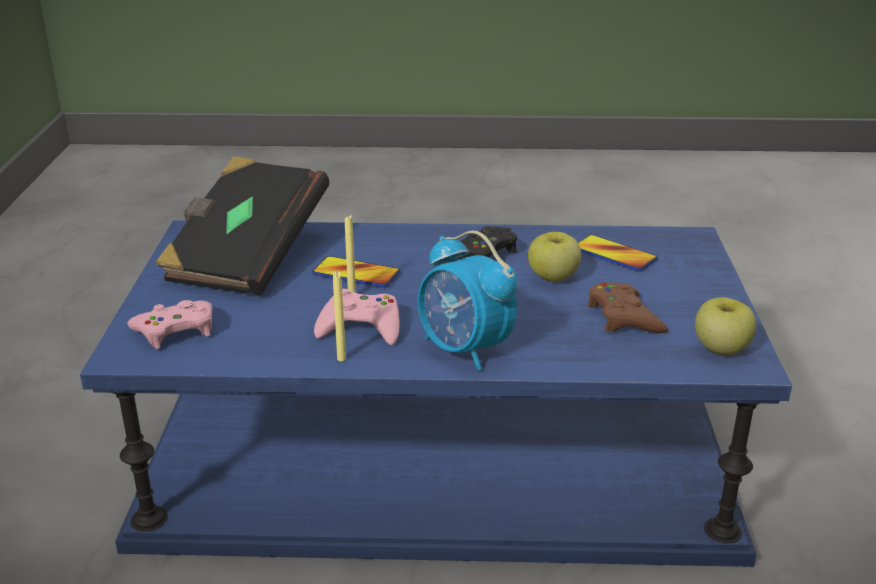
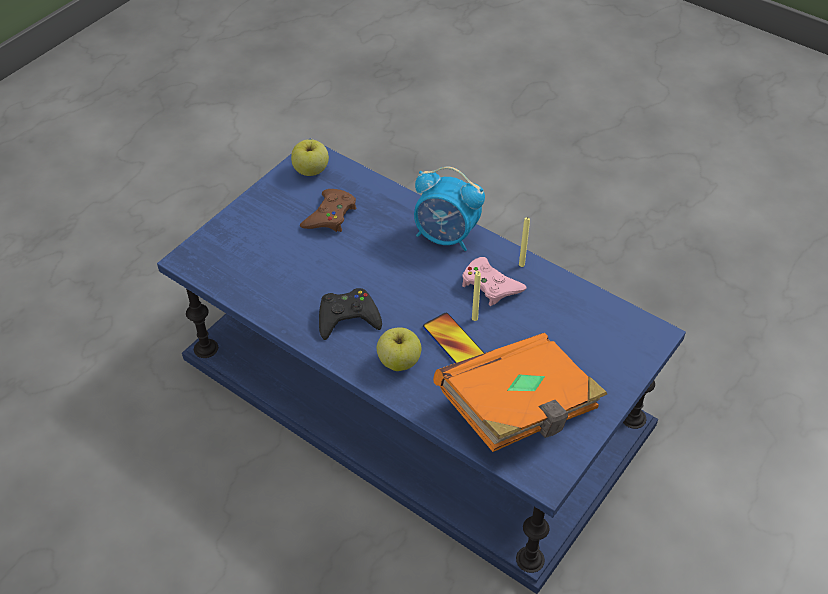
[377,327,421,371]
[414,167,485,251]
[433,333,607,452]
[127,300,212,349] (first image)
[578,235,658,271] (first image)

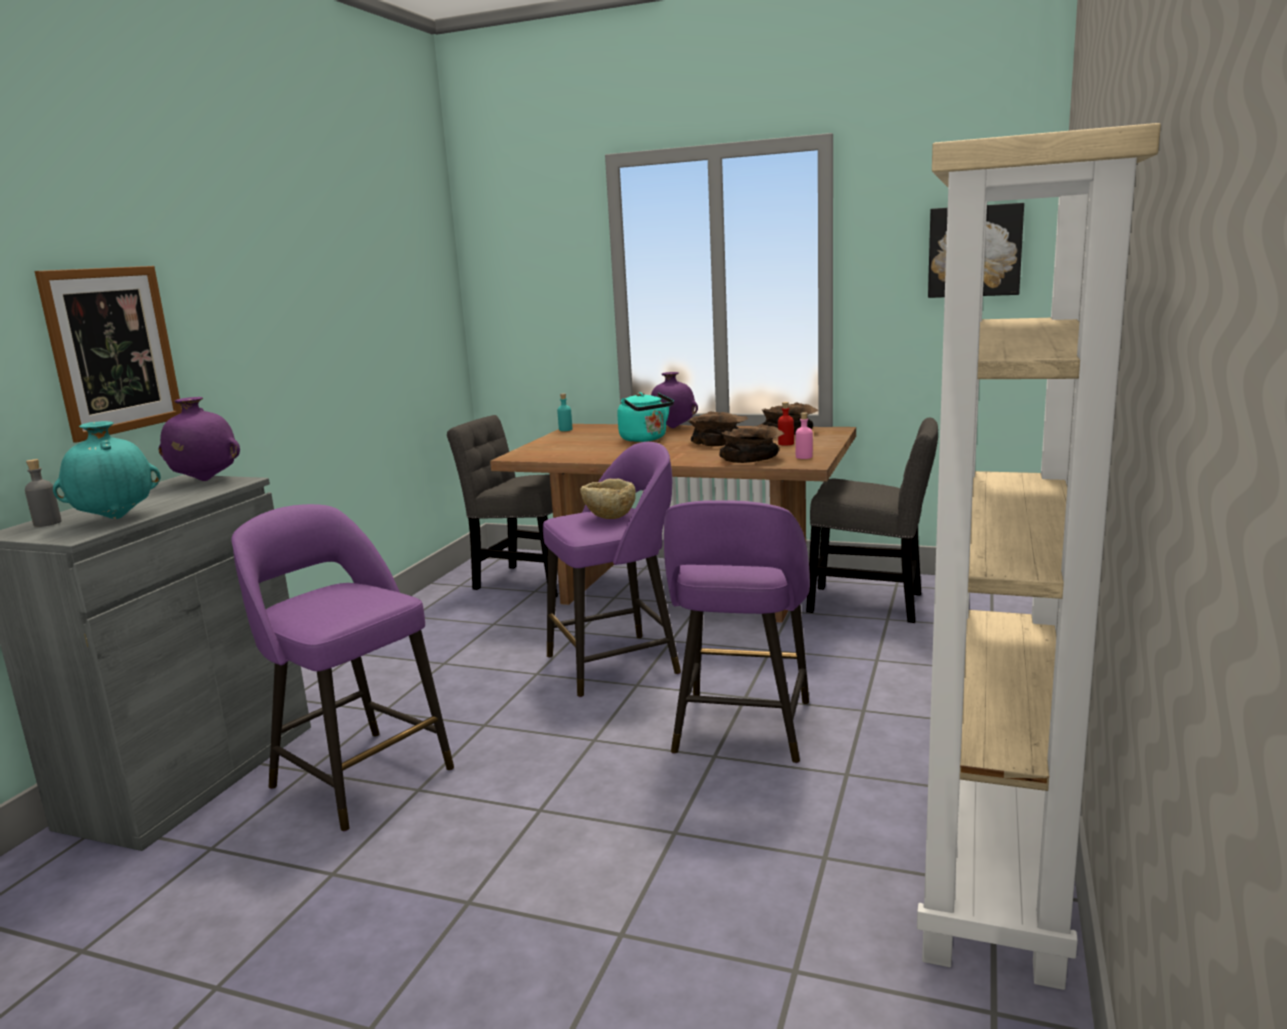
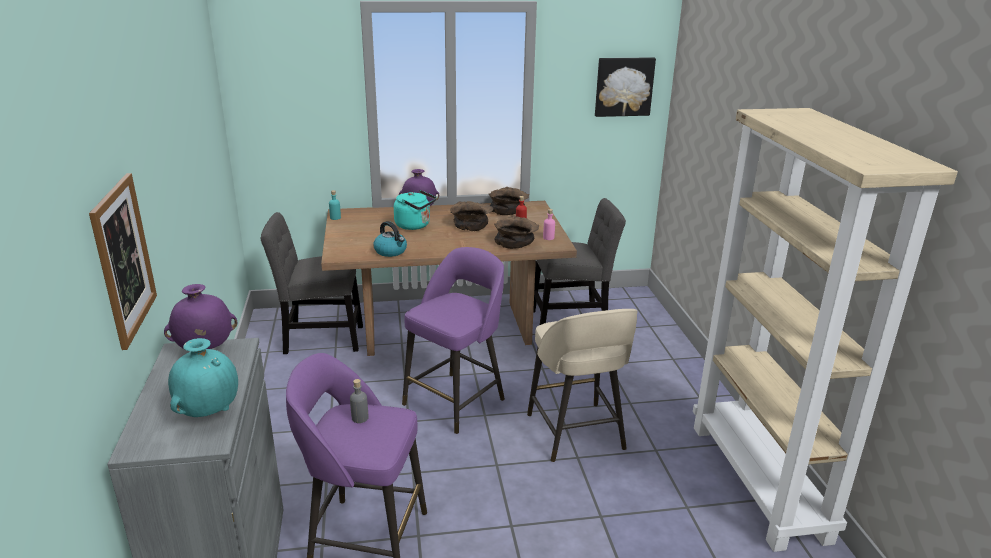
[350,379,369,423]
[374,221,407,257]
[527,309,638,462]
[580,479,636,519] (first image)

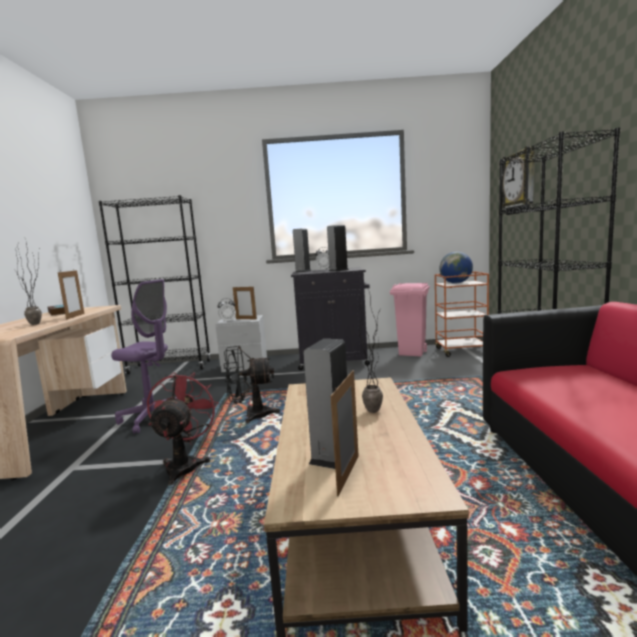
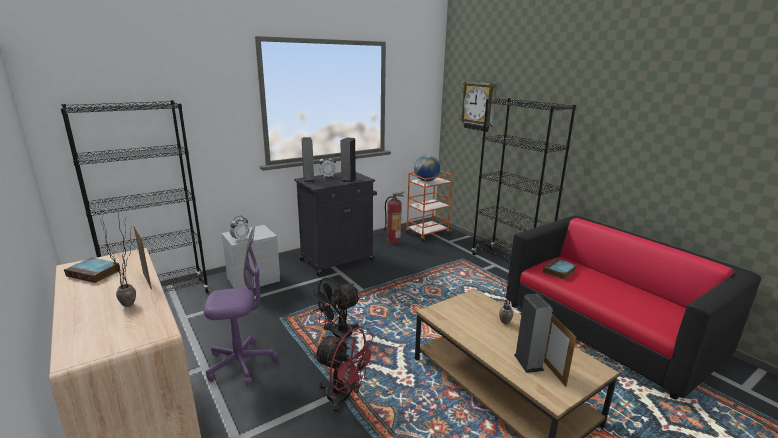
[314,328,376,413]
[384,191,405,244]
[543,258,576,280]
[233,287,257,319] (first image)

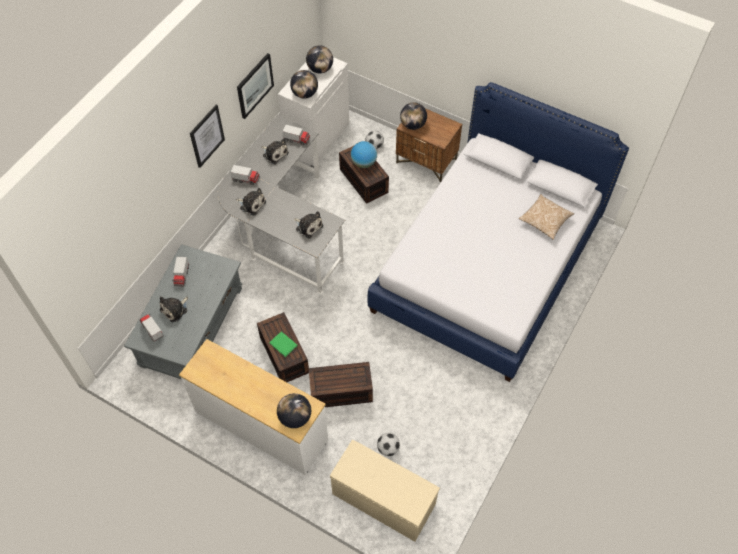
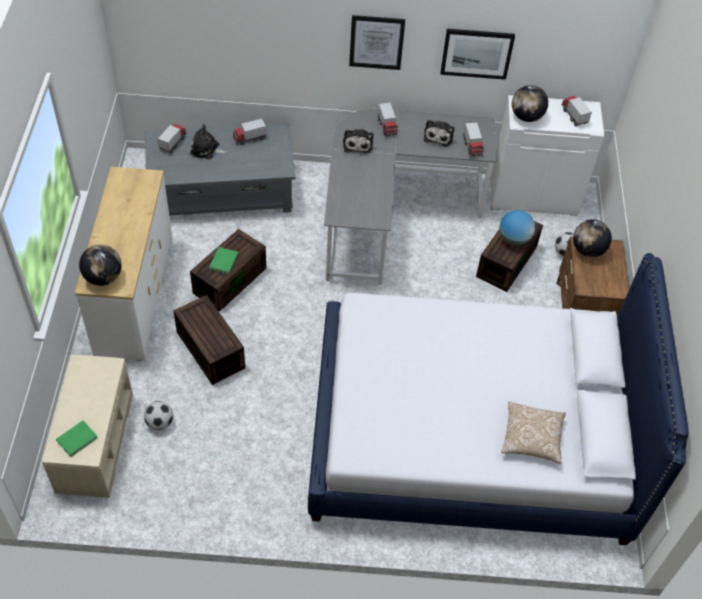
[56,420,98,457]
[561,96,592,126]
[294,211,323,239] (first image)

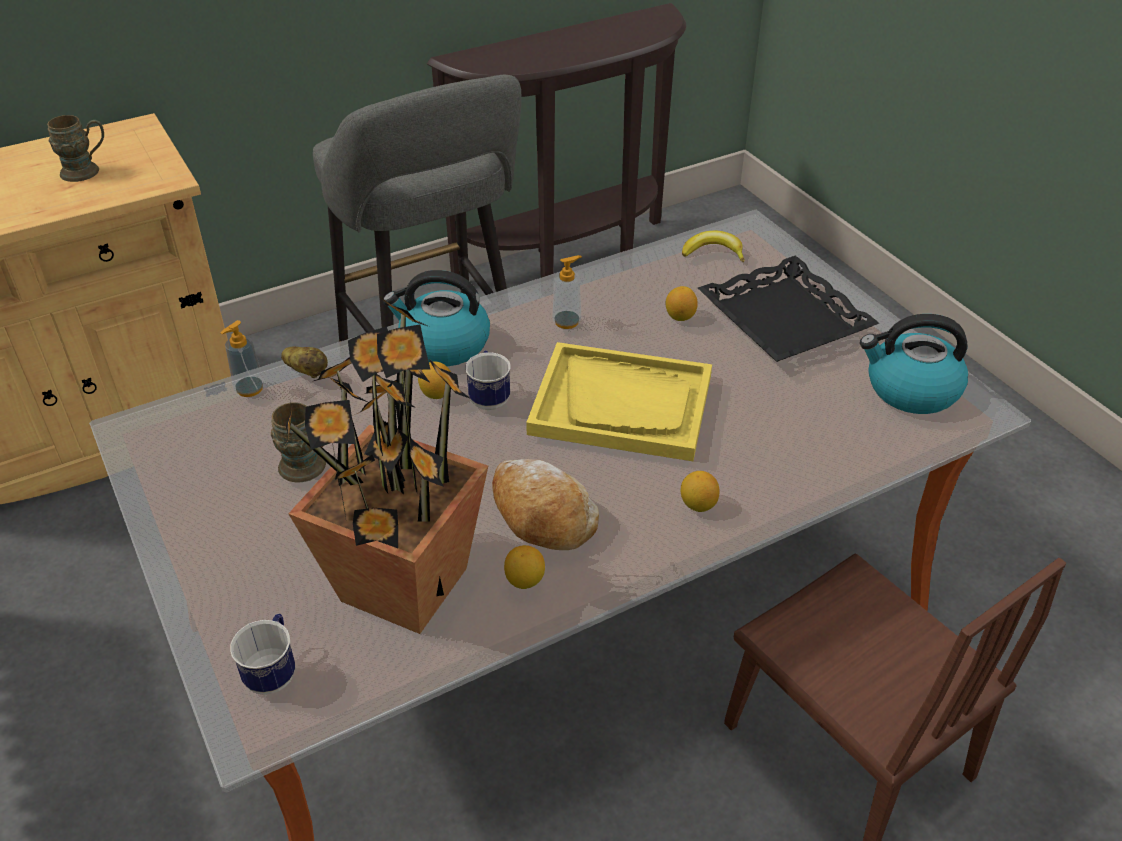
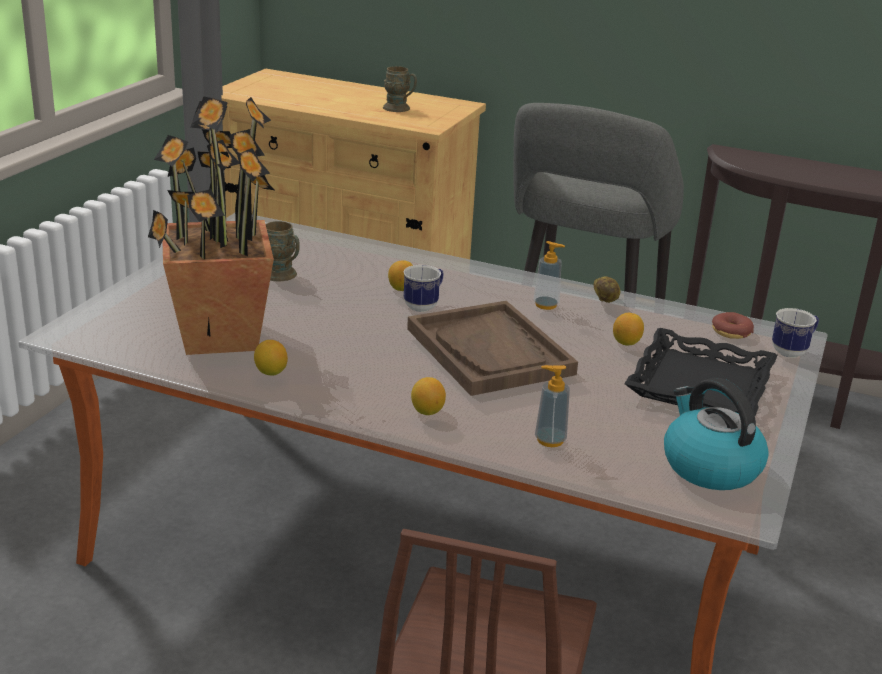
[407,301,578,396]
[535,365,570,447]
[593,276,620,303]
[712,312,754,339]
[772,308,819,358]
[383,270,490,366] (first image)
[492,459,599,550] (first image)

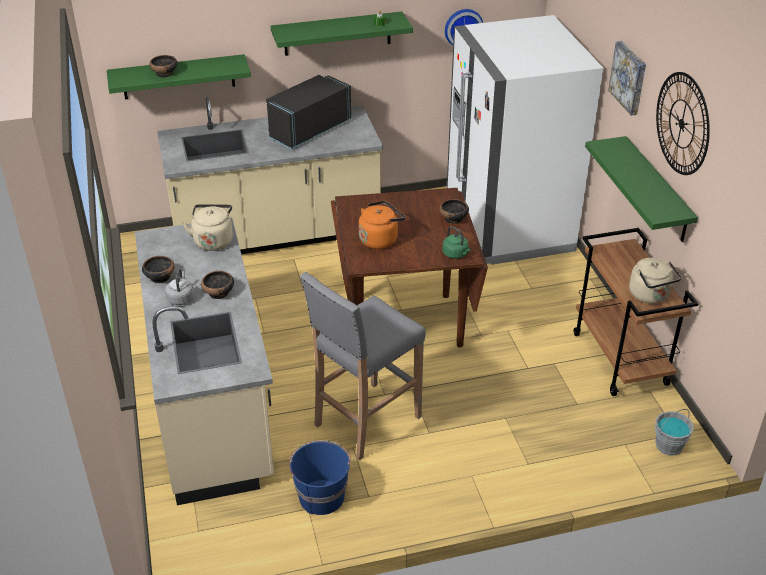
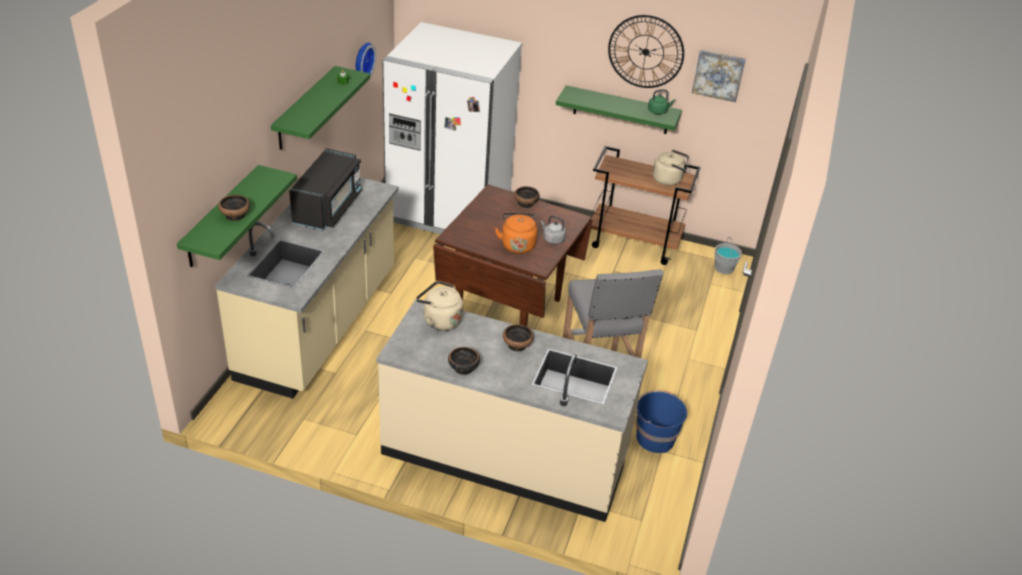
[289,148,362,230]
[541,215,566,244]
[648,89,675,115]
[692,50,746,102]

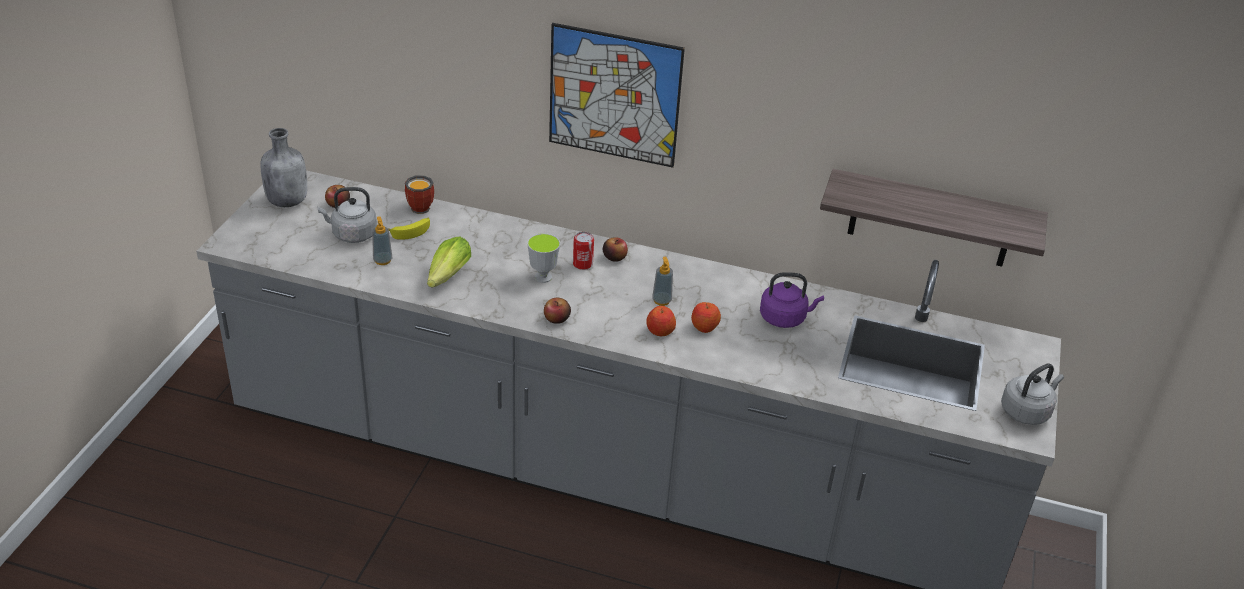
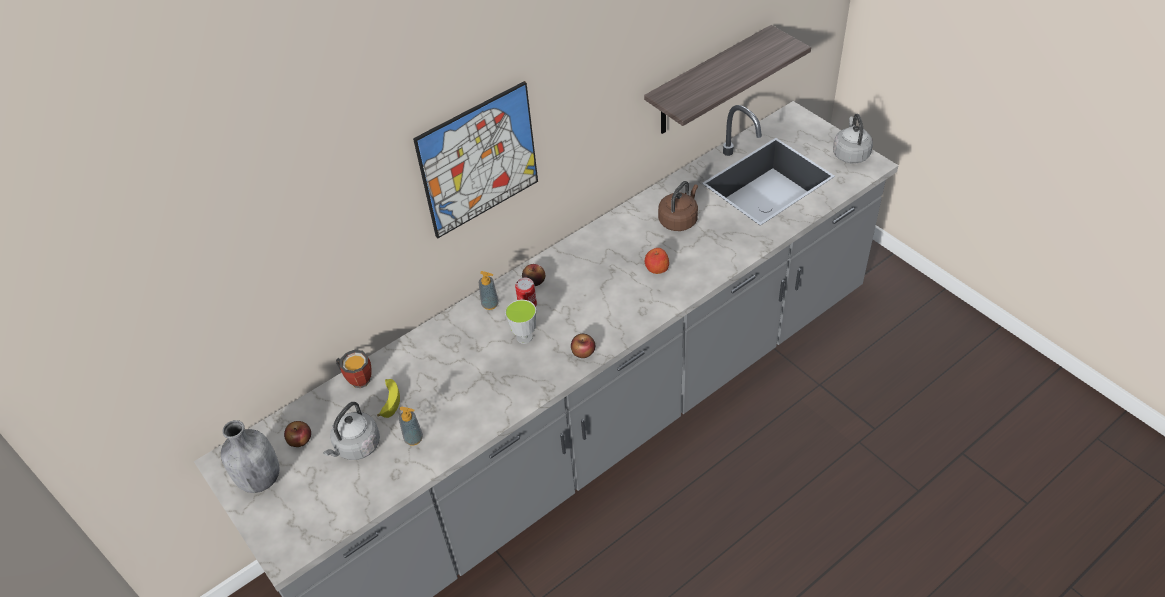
[478,271,499,310]
[658,181,698,231]
[427,236,471,288] (first image)
[646,306,676,336] (first image)

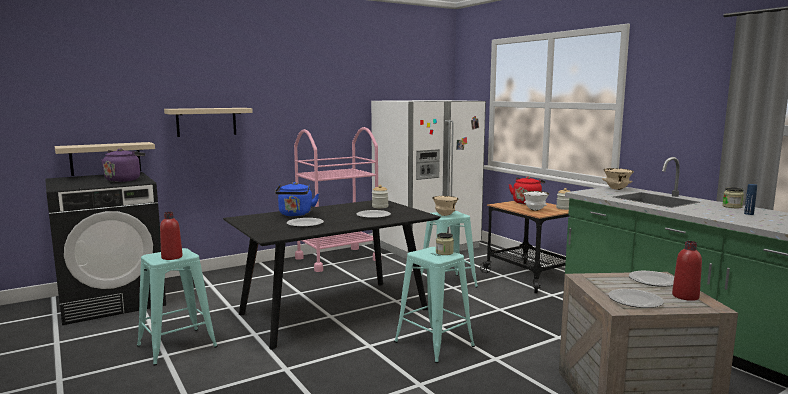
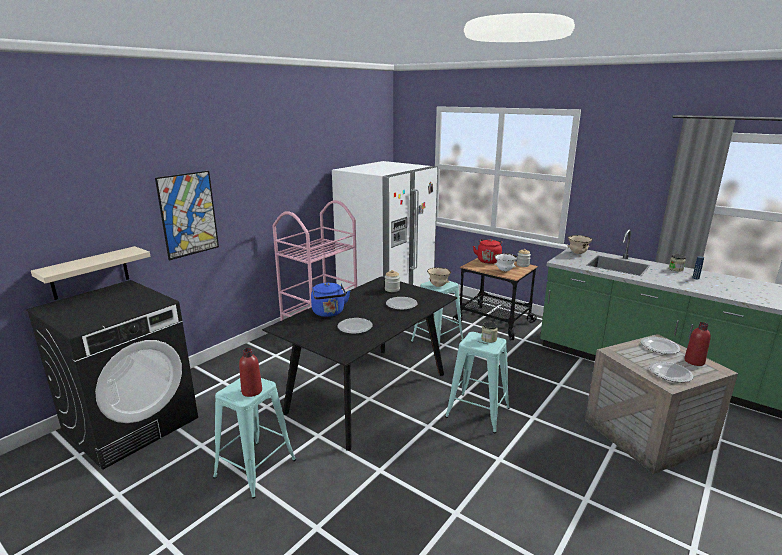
[155,171,219,260]
[101,148,145,182] (first image)

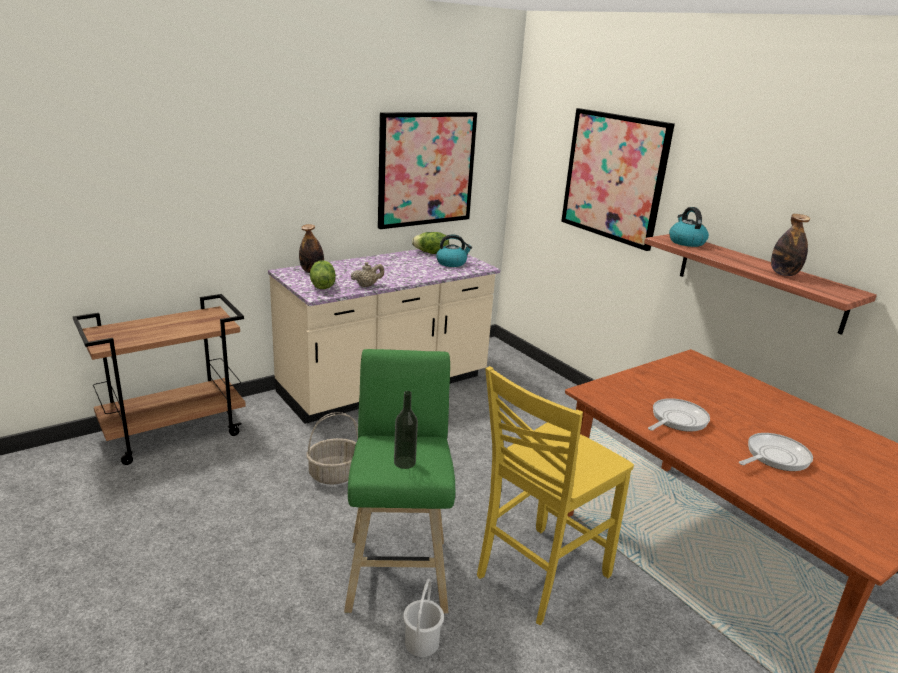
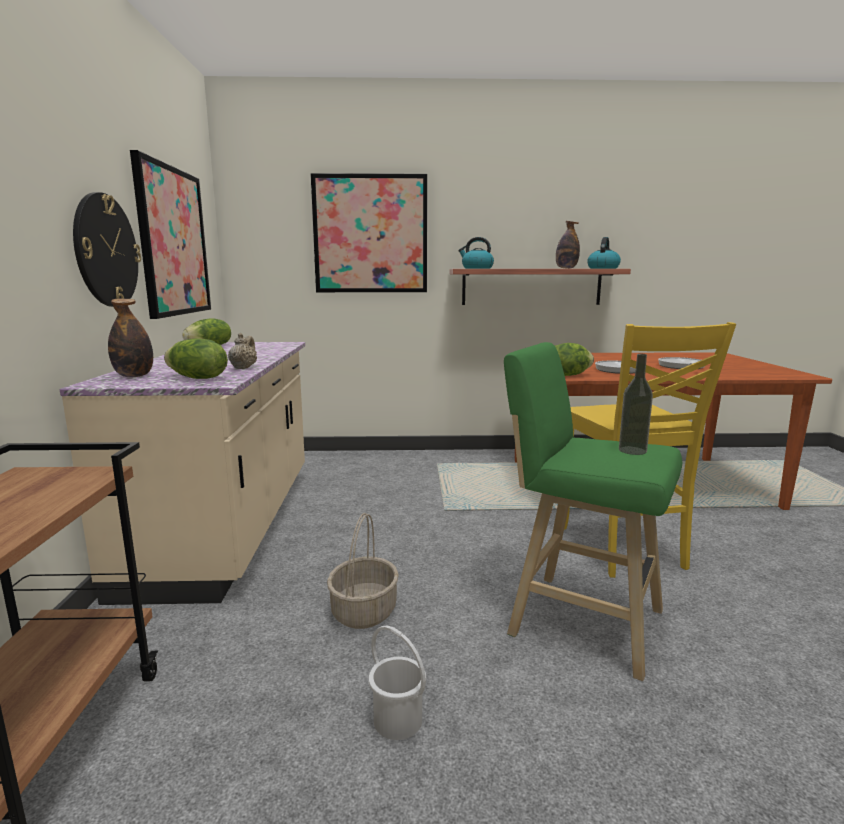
[73,192,141,307]
[369,626,426,740]
[555,343,594,376]
[587,237,621,269]

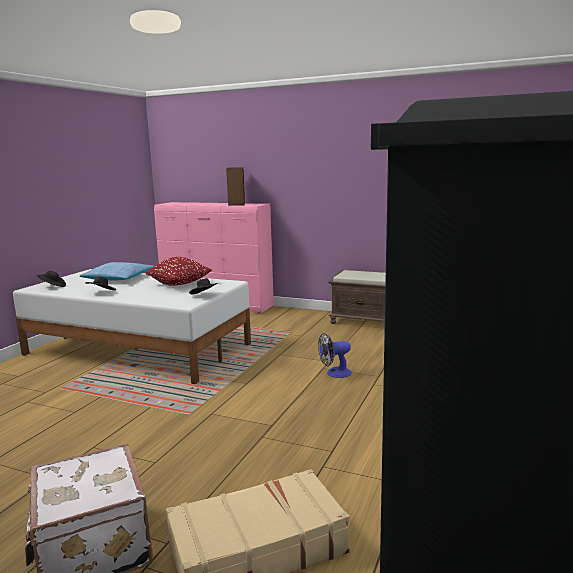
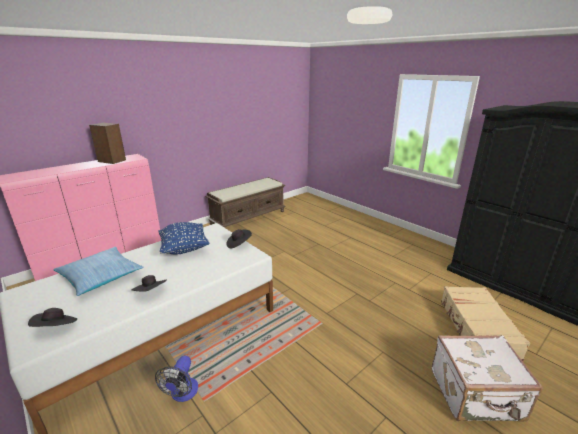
[155,356,198,402]
[158,222,210,255]

